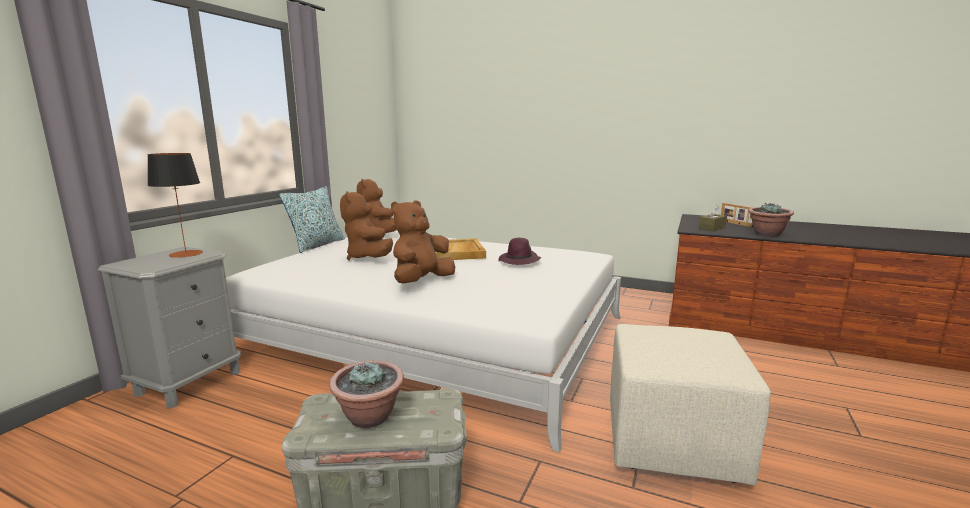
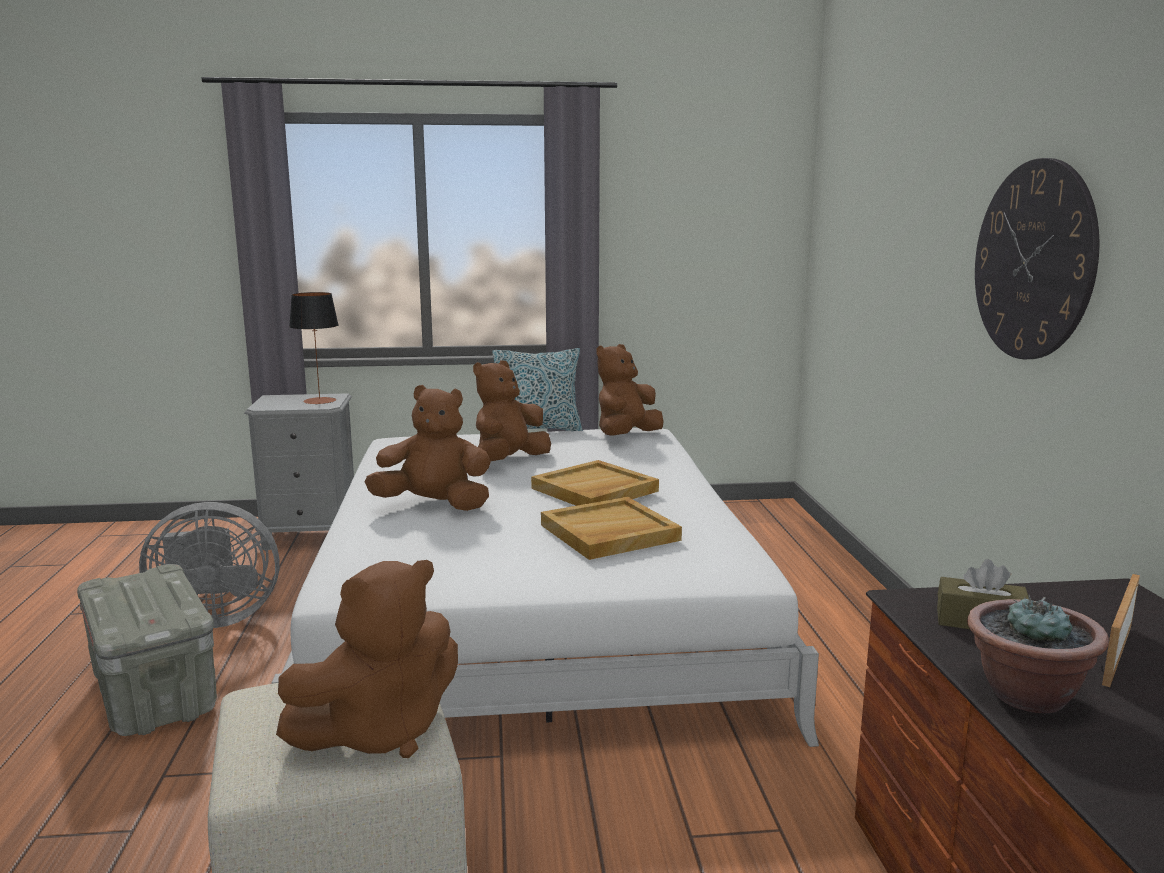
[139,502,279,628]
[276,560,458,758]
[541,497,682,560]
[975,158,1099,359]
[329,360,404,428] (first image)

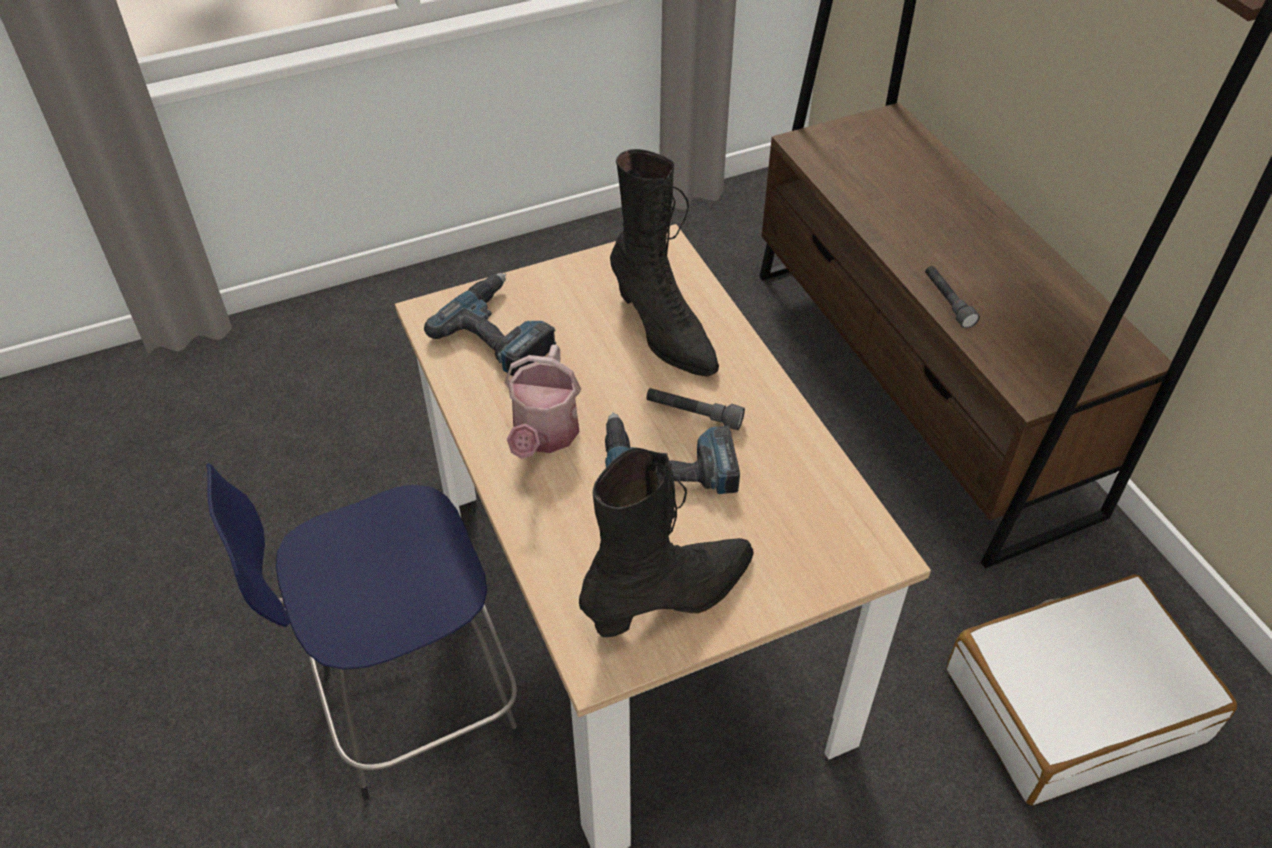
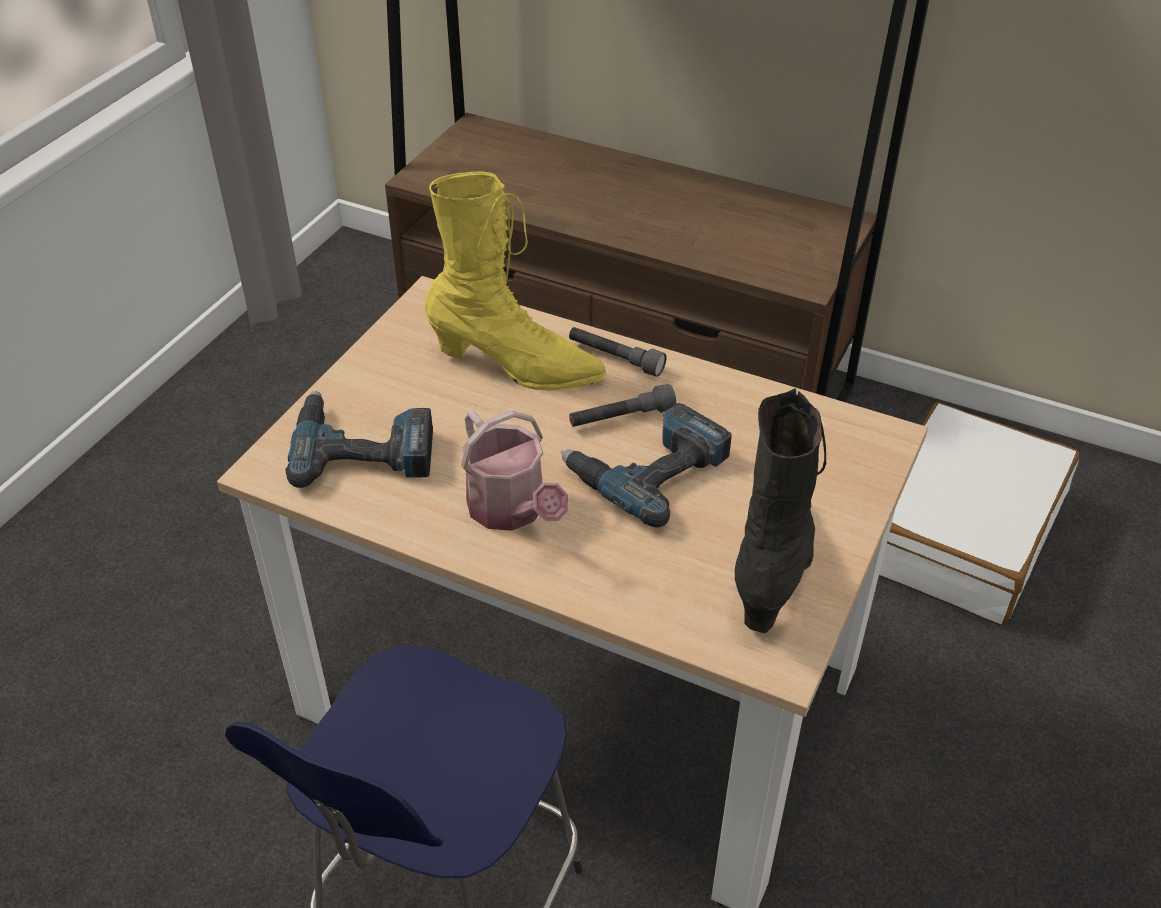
[425,172,606,391]
[569,327,667,377]

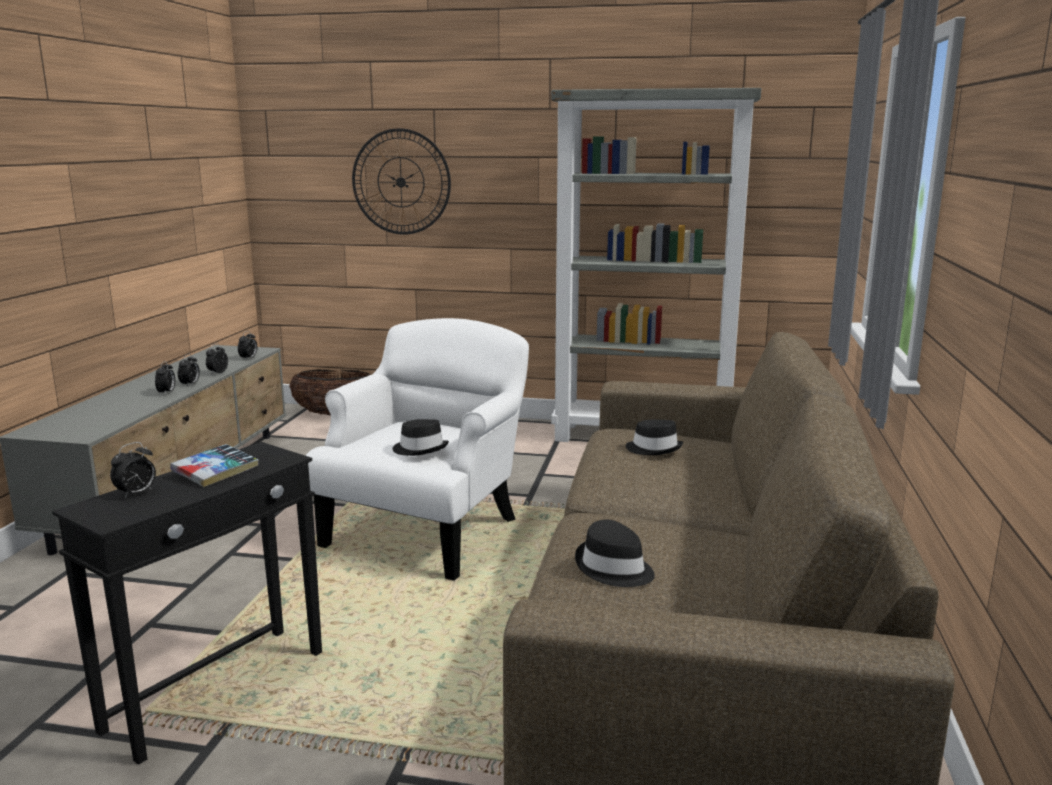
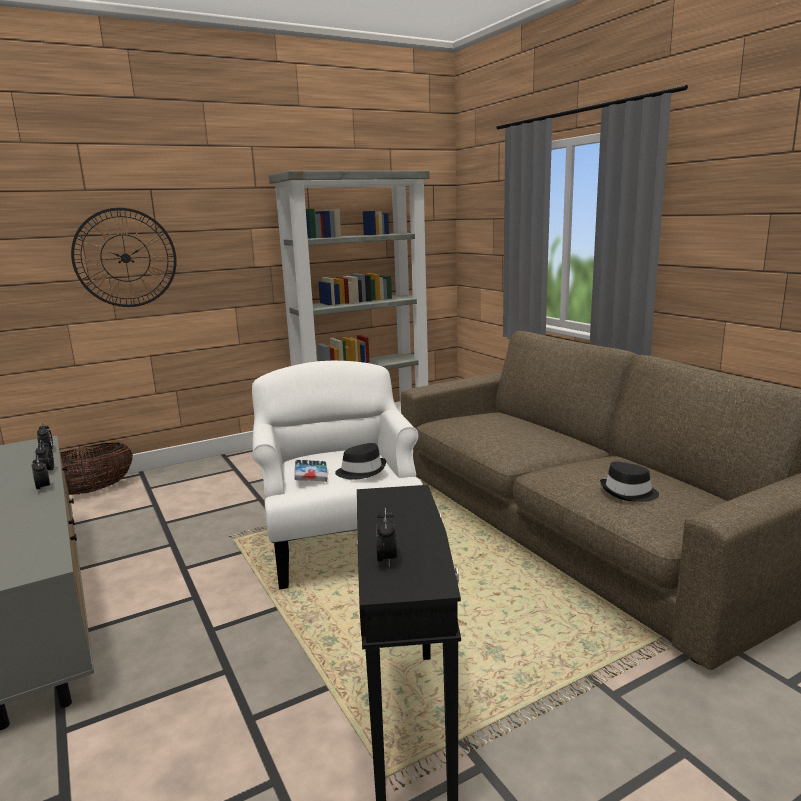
[295,460,328,482]
[155,361,175,394] (first image)
[626,419,683,455] (first image)

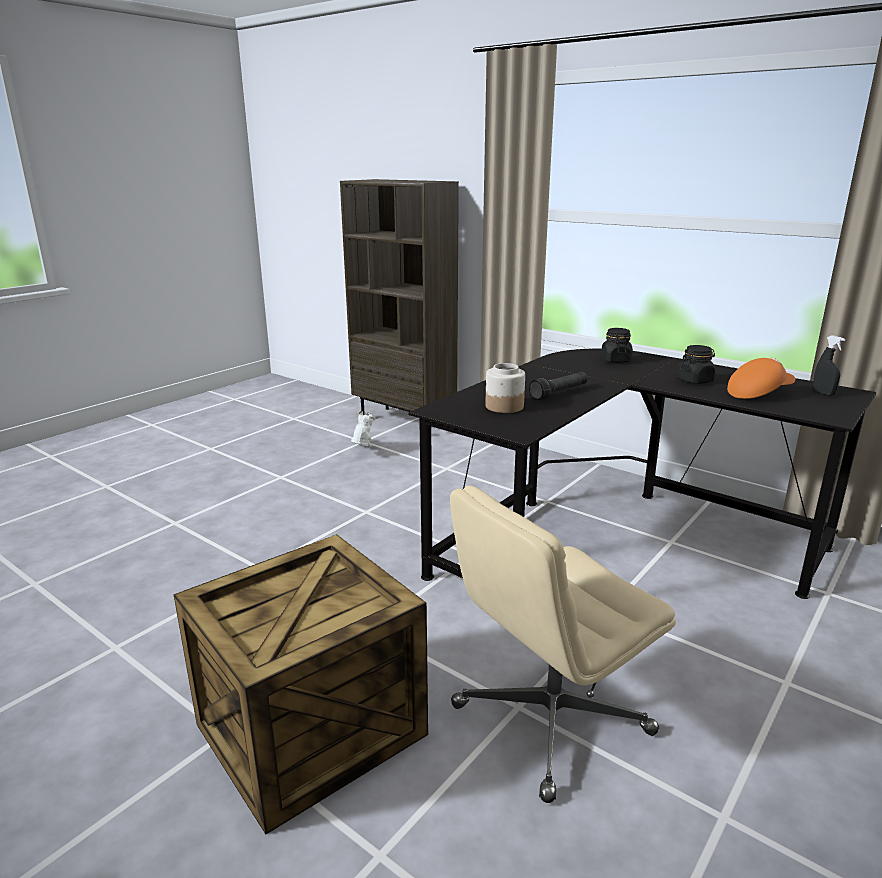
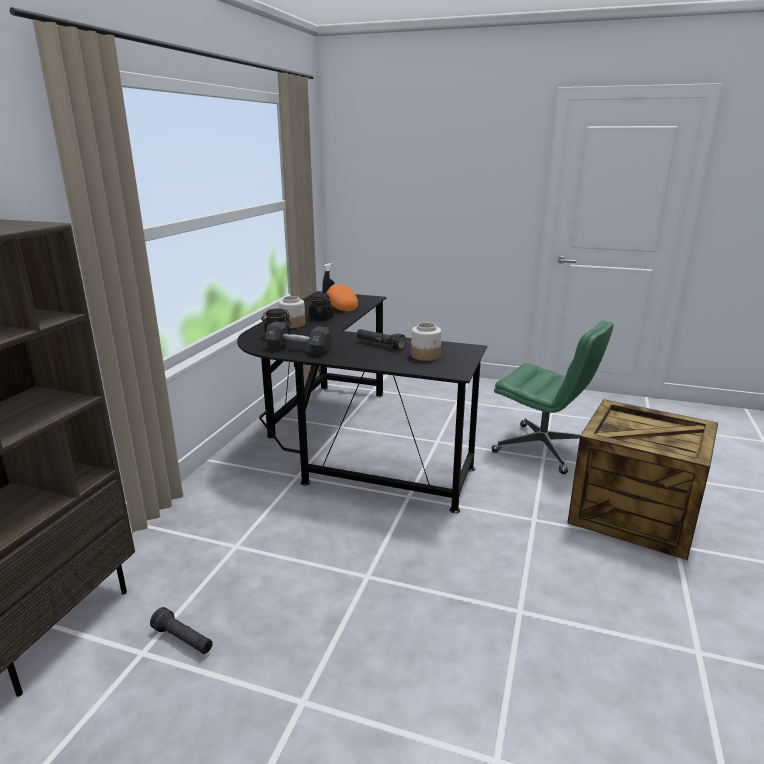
[150,607,213,654]
[265,322,332,355]
[279,296,305,328]
[492,320,614,474]

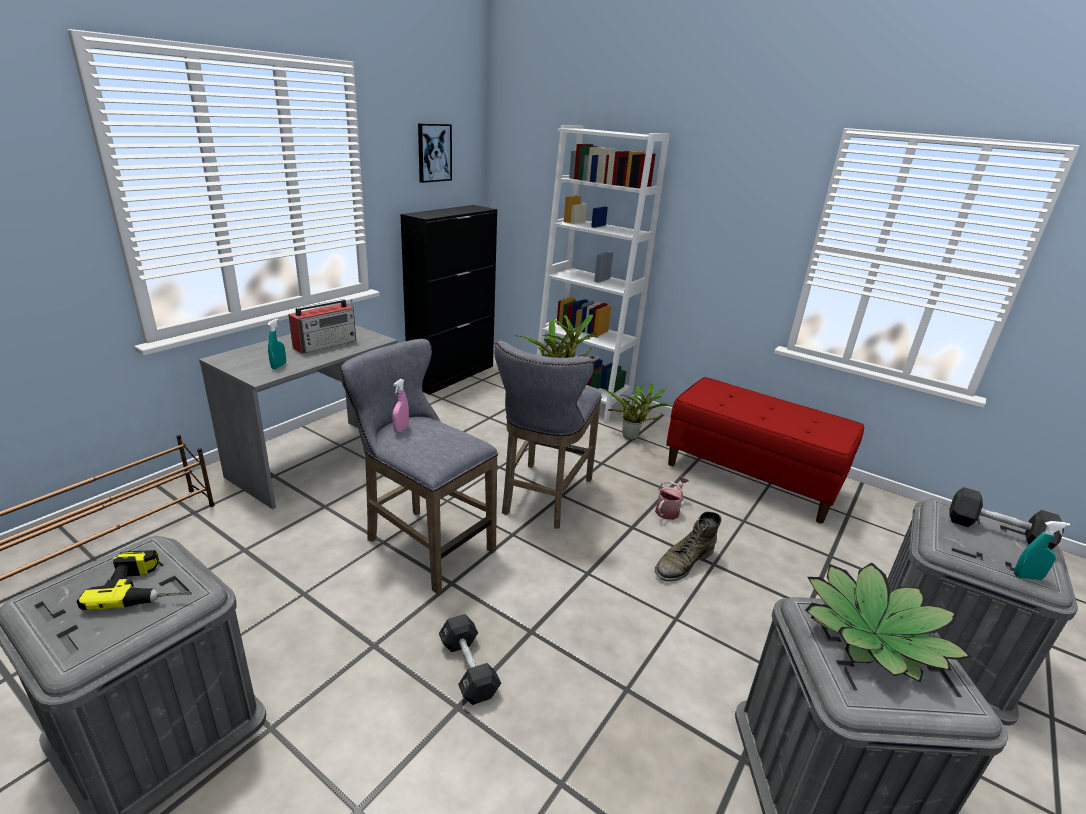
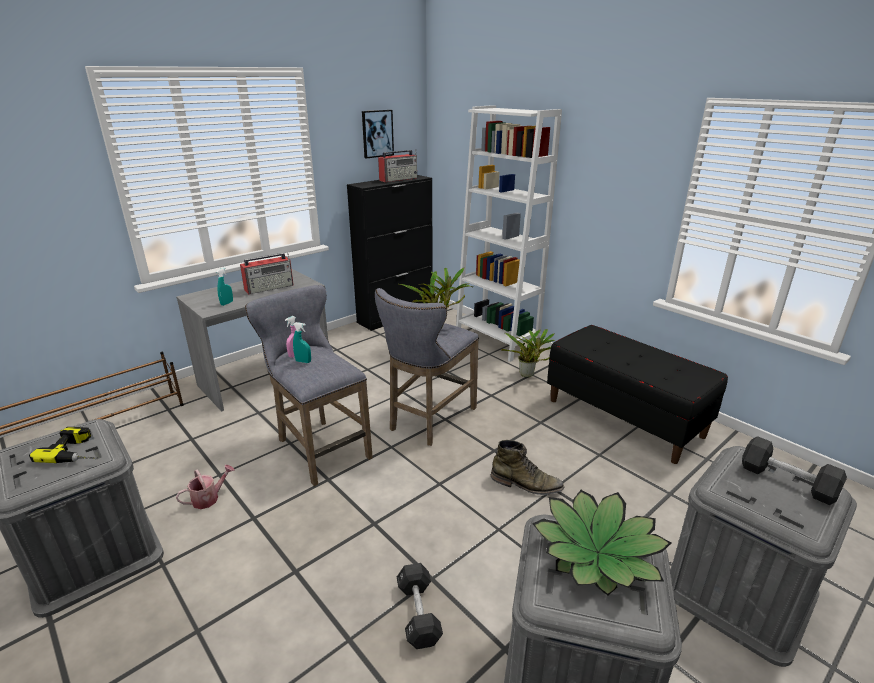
[176,465,235,509]
[293,322,311,363]
[378,149,417,182]
[397,563,443,649]
[491,440,564,495]
[547,325,728,464]

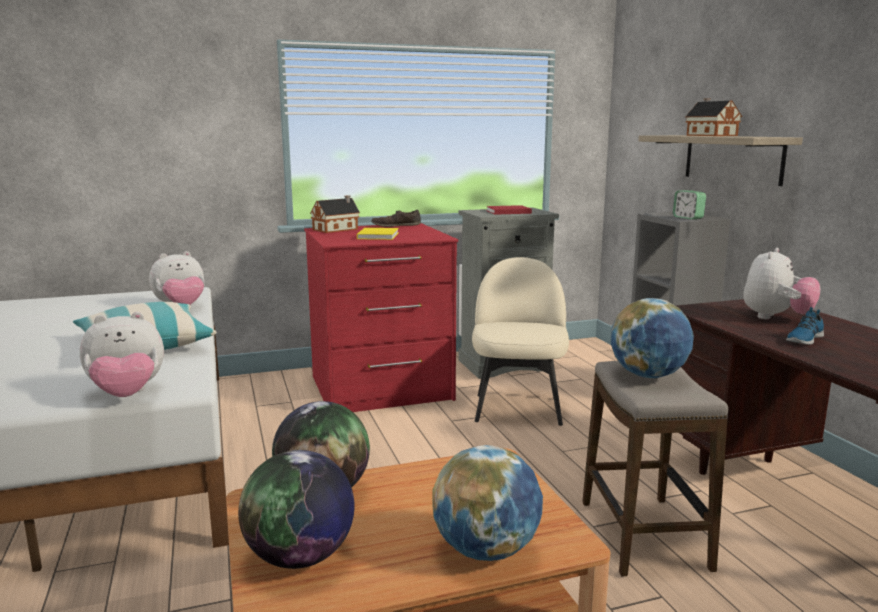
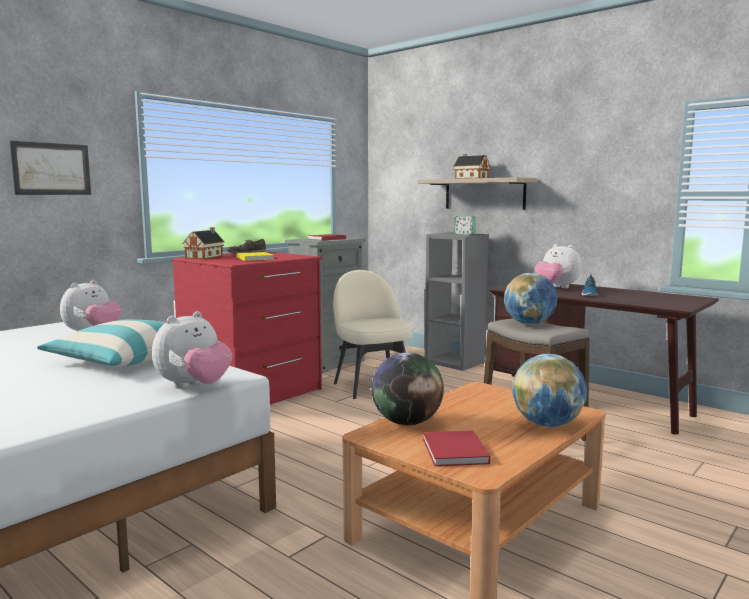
[10,141,91,195]
[423,431,490,466]
[535,244,582,288]

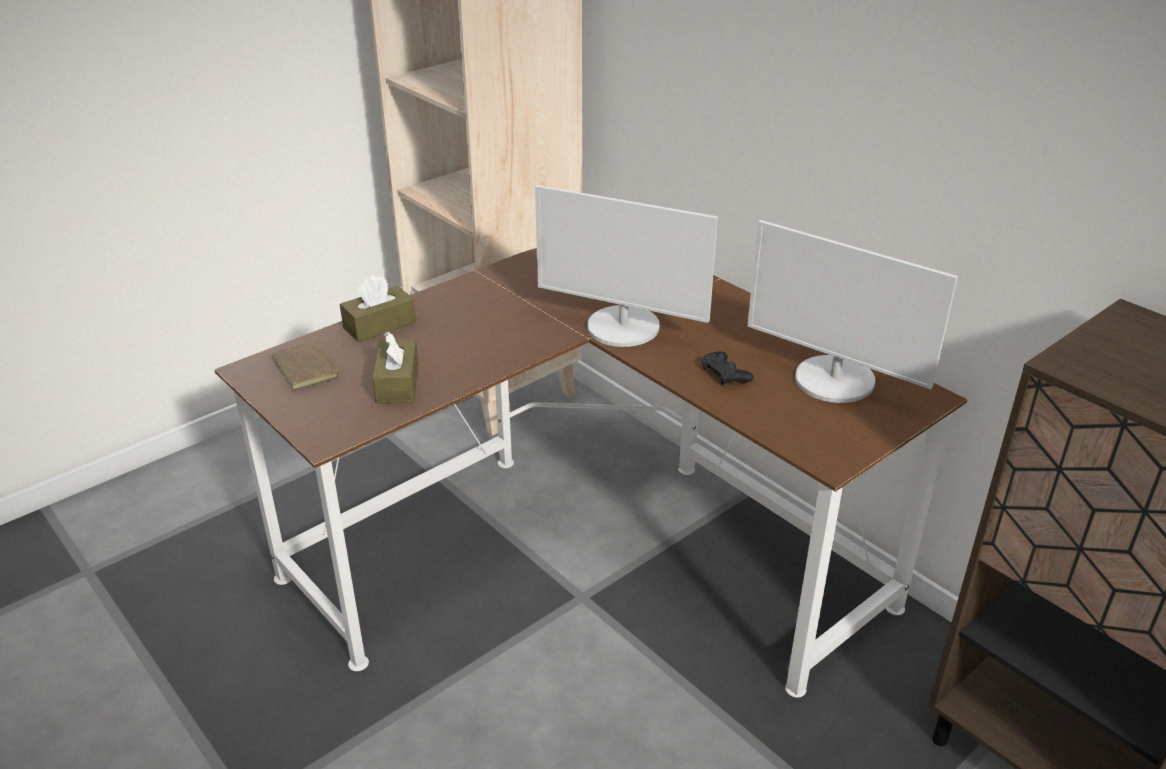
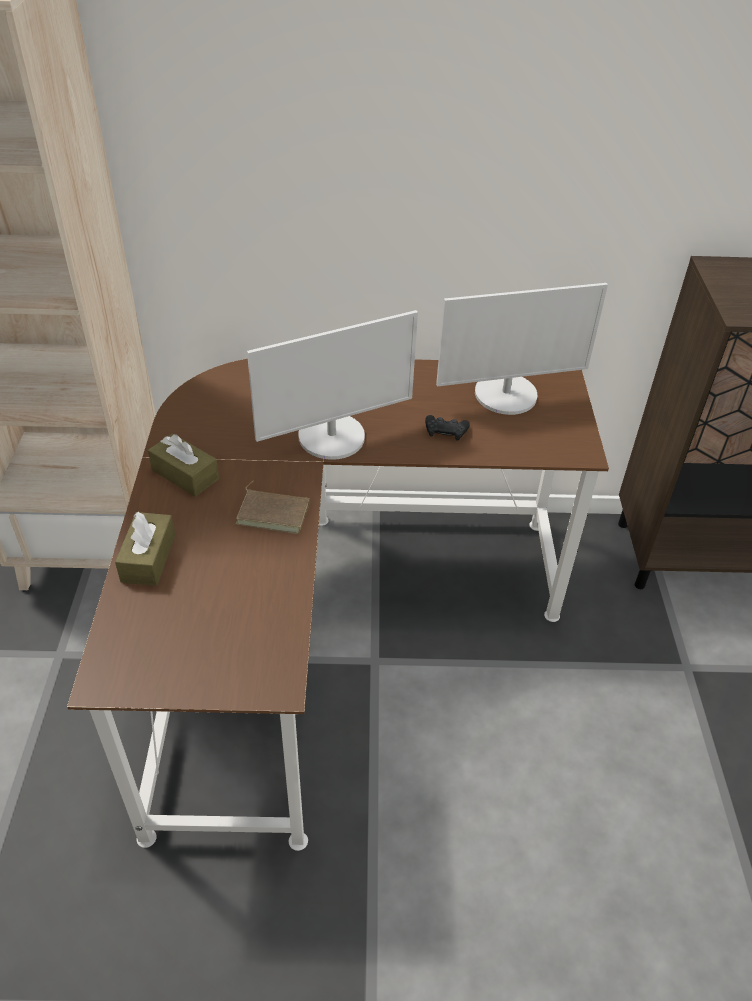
[148,433,219,497]
[236,481,310,534]

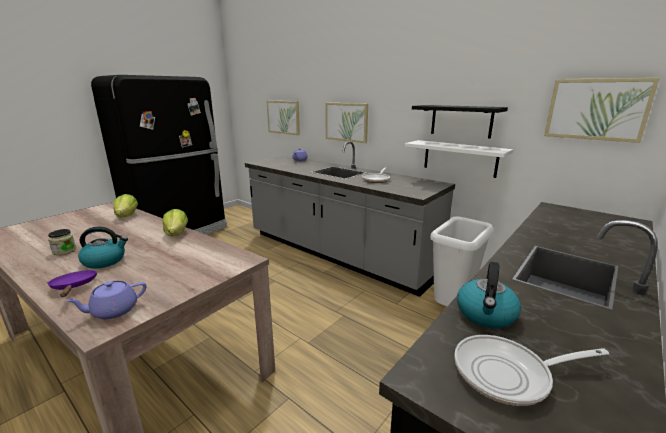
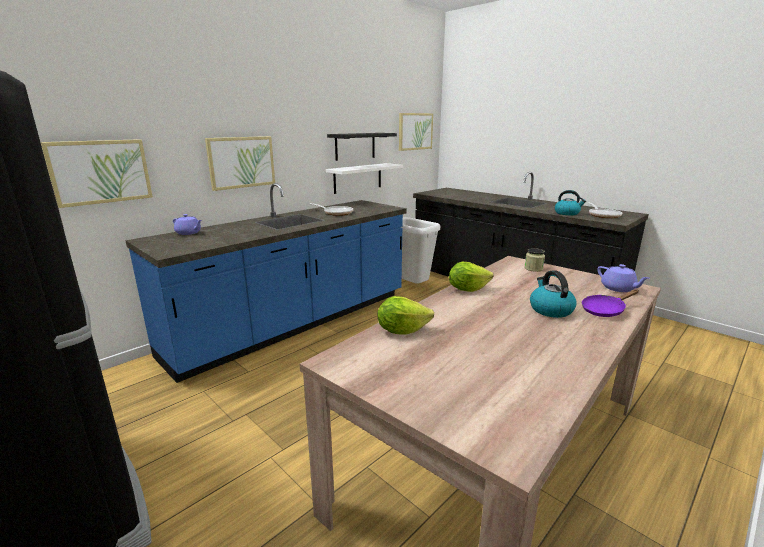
[125,183,407,383]
[524,248,545,272]

